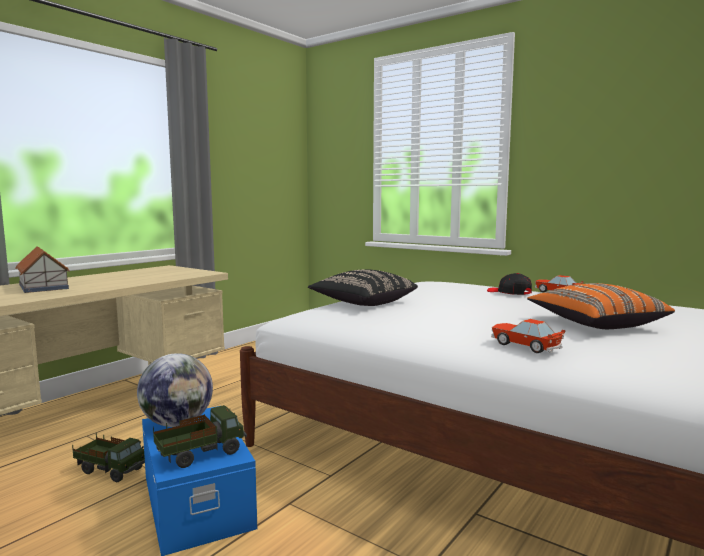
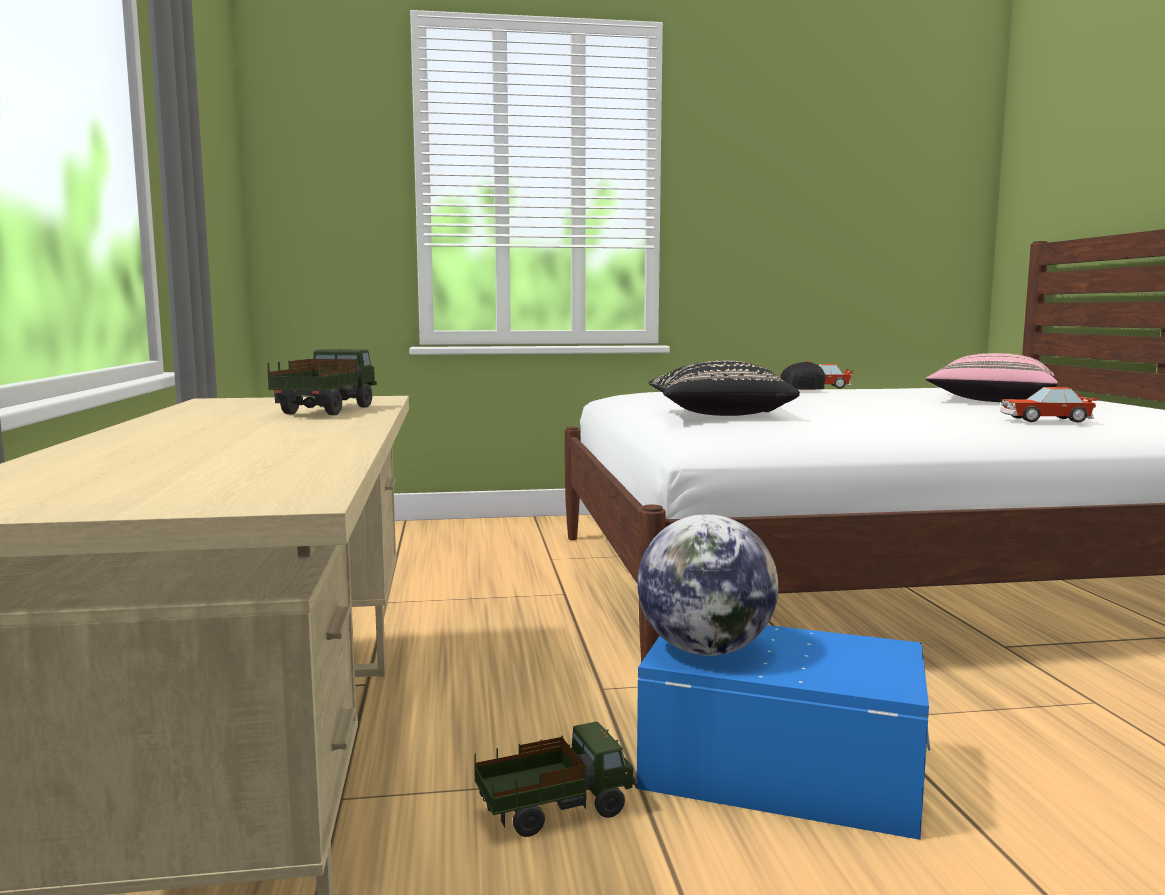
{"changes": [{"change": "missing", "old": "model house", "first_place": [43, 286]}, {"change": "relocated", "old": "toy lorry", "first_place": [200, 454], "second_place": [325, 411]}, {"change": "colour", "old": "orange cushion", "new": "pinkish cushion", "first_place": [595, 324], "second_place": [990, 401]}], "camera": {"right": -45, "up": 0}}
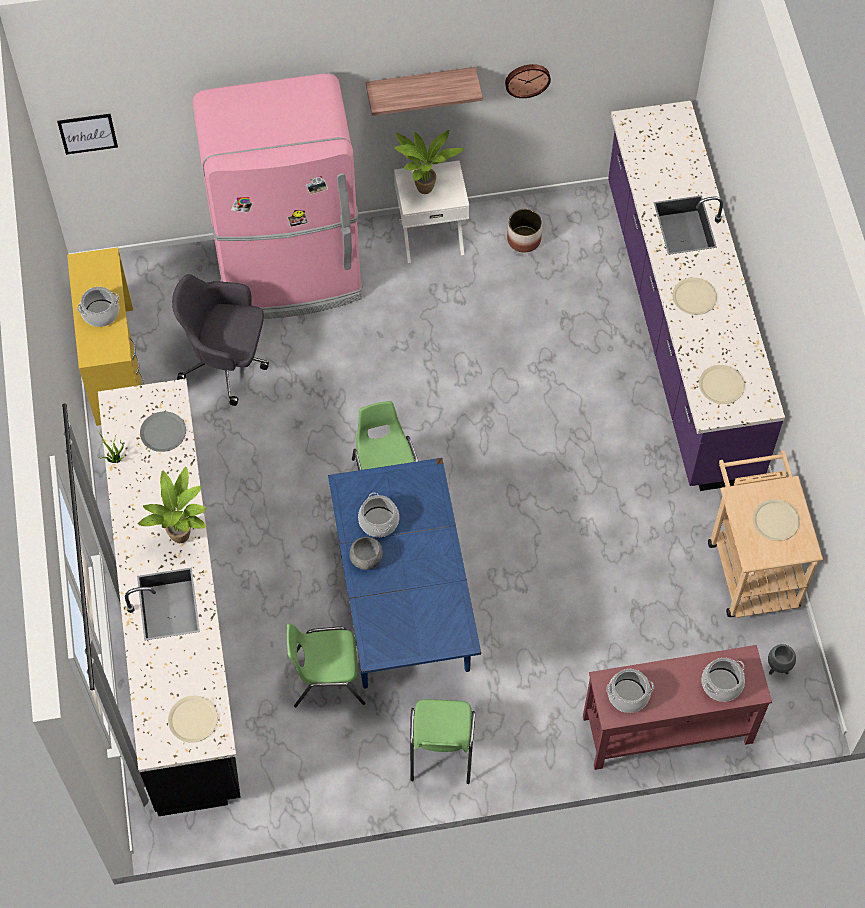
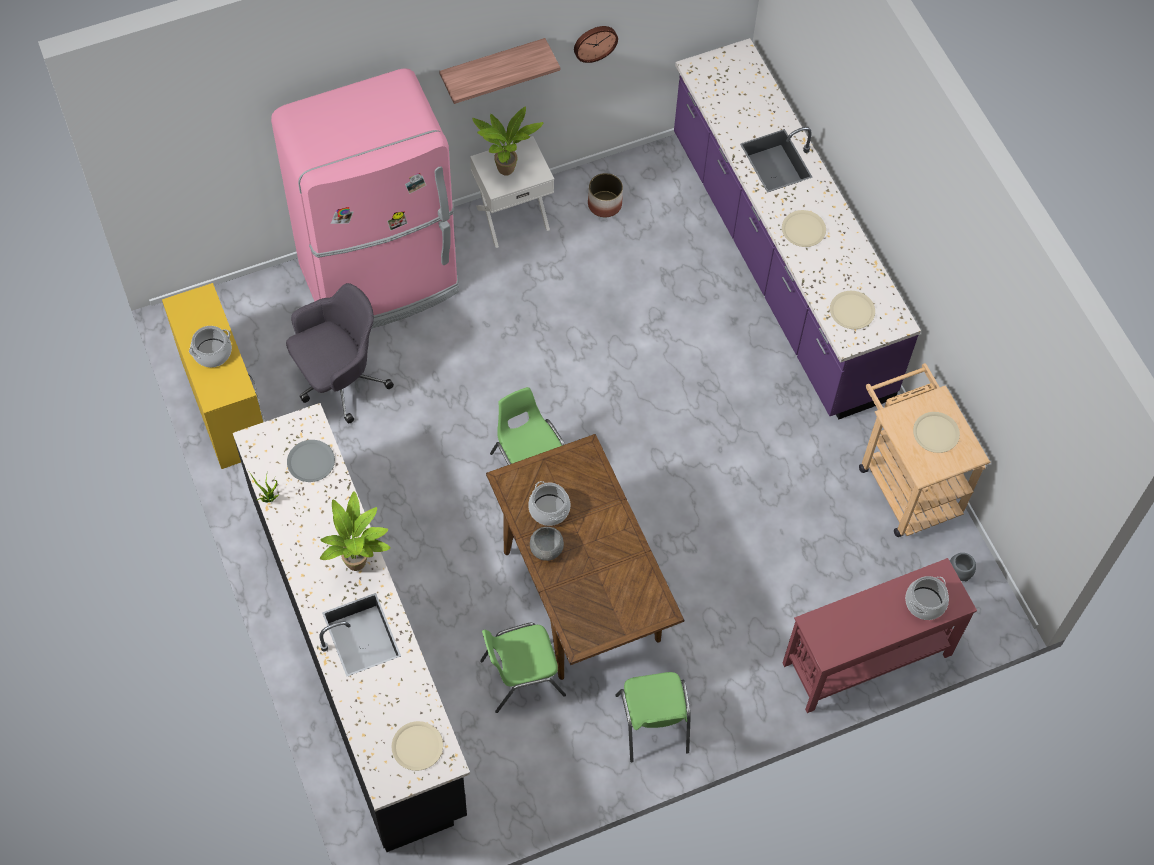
{"changes": [{"change": "missing", "old": "wall picture", "first_place": [87, 133]}, {"change": "spun", "old": "grey desk chair", "first_place": [227, 362], "second_place": [339, 380], "degrees": 150}, {"change": "colour", "old": "bluish dining table", "new": "brown dining table", "first_place": [404, 610], "second_place": [580, 593]}, {"change": "missing", "old": "cooking pot", "first_place": [628, 695]}], "camera": {"right": -15, "up": 0}}
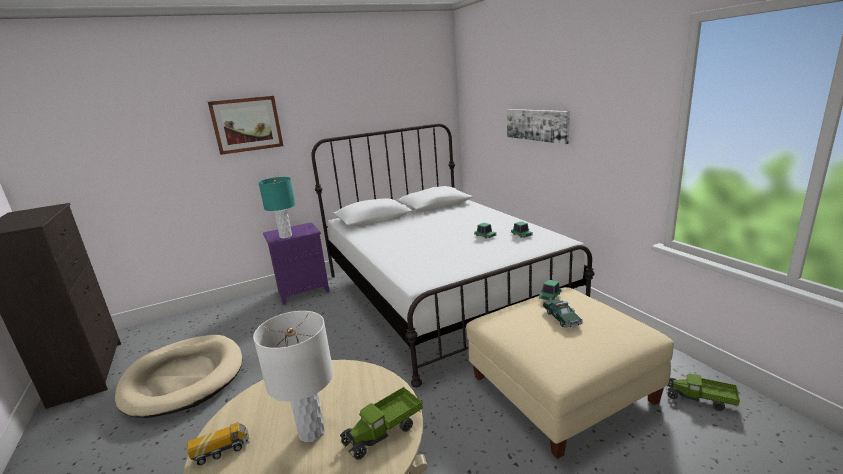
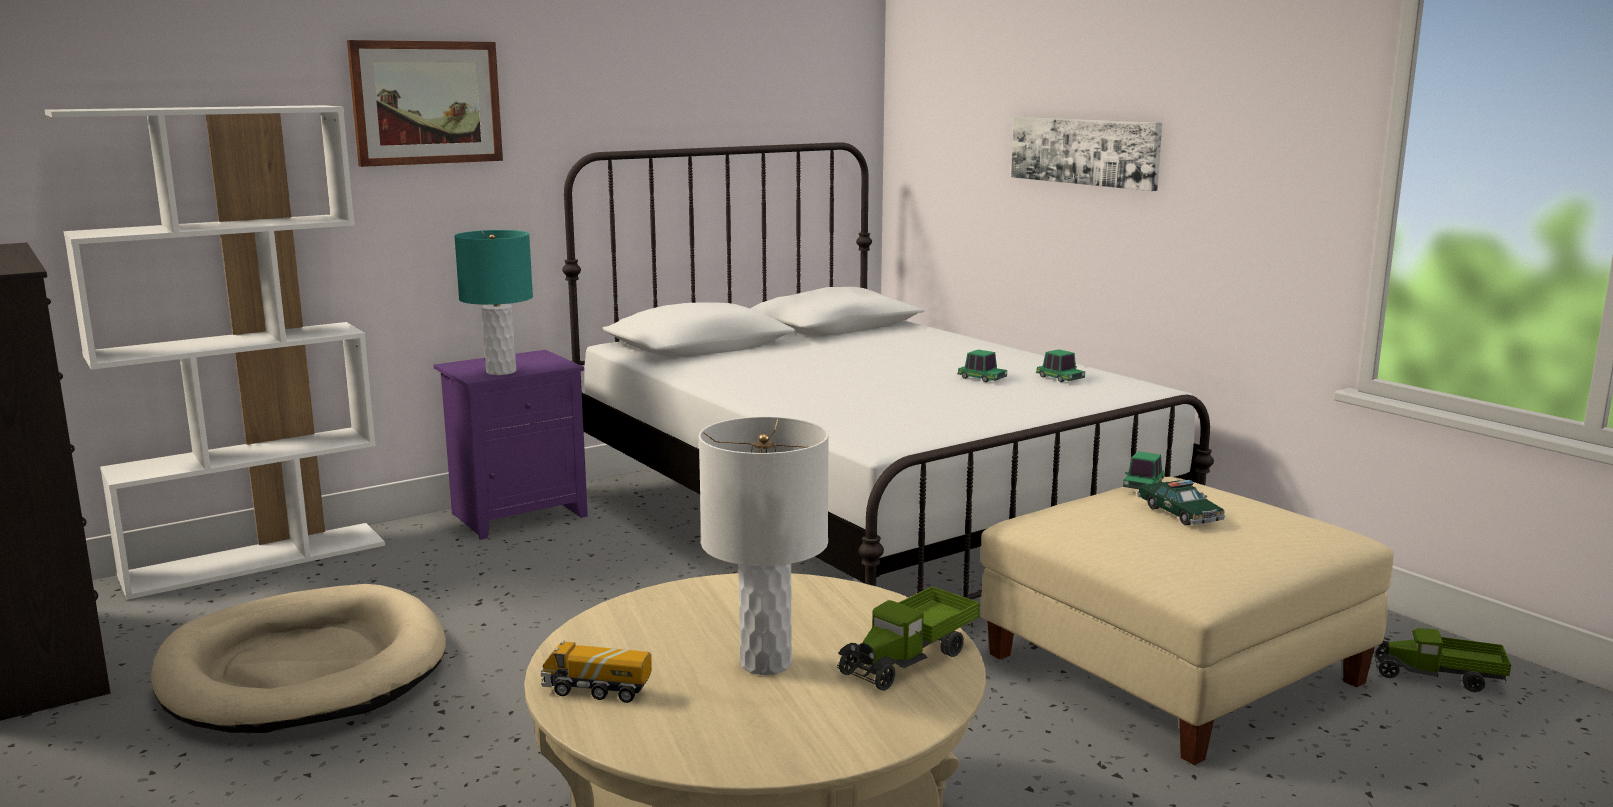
{"changes": [{"change": "spun", "old": "toy lorry", "first_place": [222, 451], "second_place": [597, 691], "degrees": -135}, {"change": "appeared", "new": "whitish bookcase", "second_place": [256, 559]}], "camera": {"right": -10, "up": -5}}
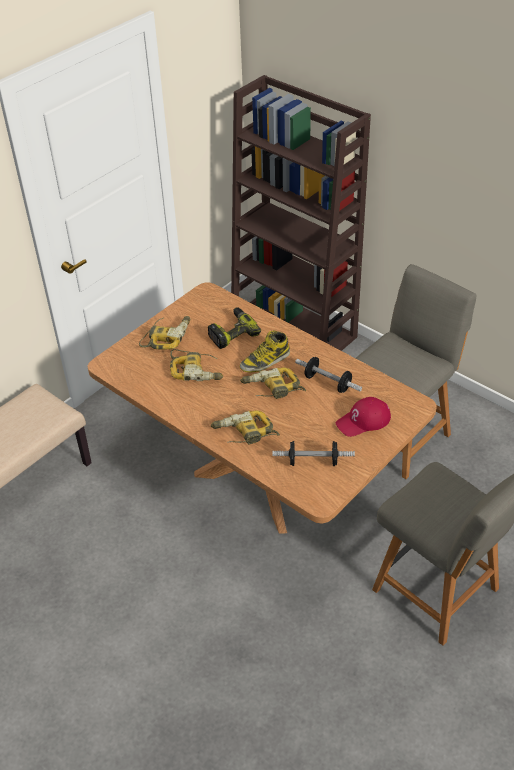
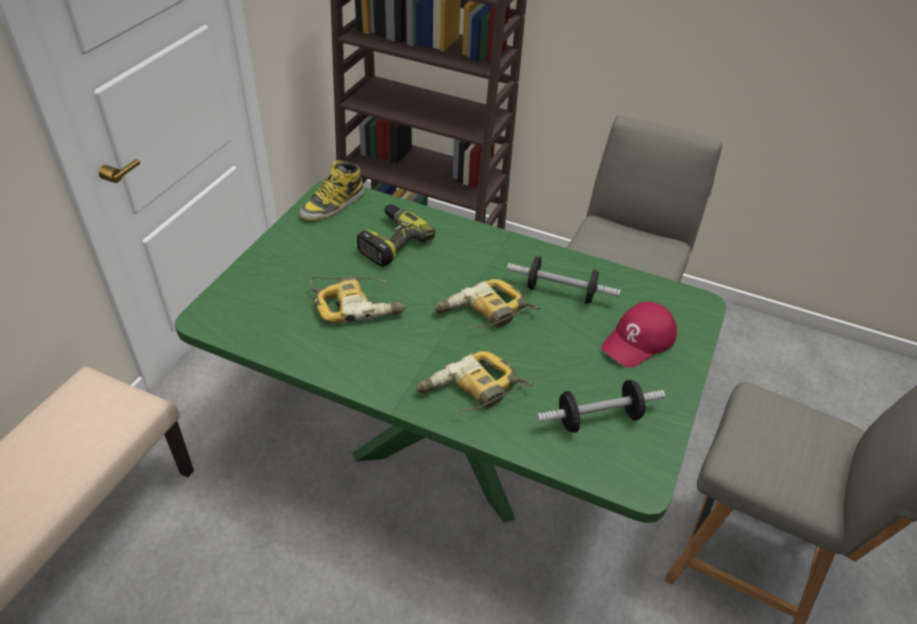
{"changes": [{"change": "colour", "old": "brown dining table", "new": "green-coloured dining table", "first_place": [261, 481], "second_place": [452, 449]}, {"change": "missing", "old": "power drill", "first_place": [167, 336]}, {"change": "relocated", "old": "tall boot", "first_place": [265, 361], "second_place": [333, 205]}], "camera": {"right": -20, "up": 0}}
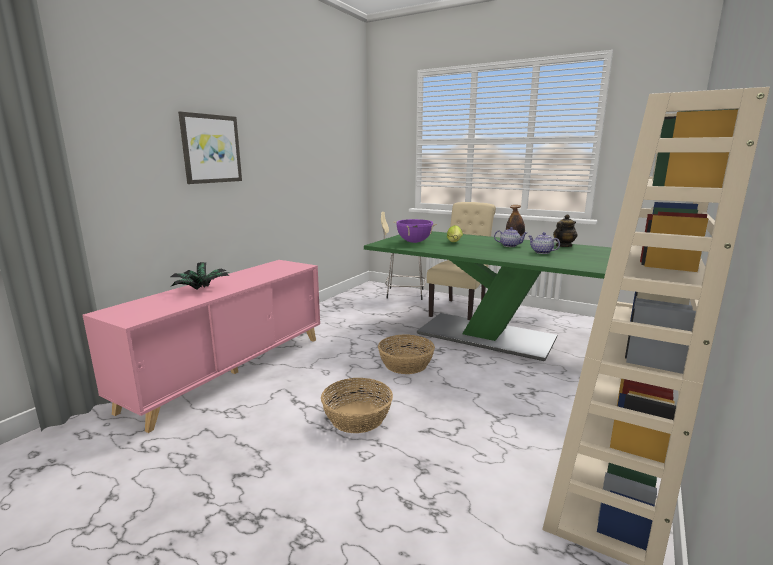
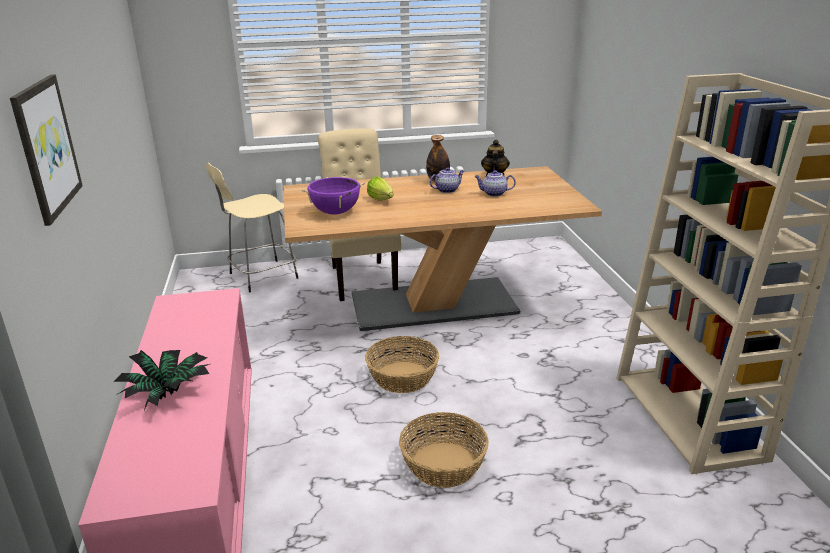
{"changes": [{"change": "colour", "old": "green-coloured dining table", "new": "sand-coloured dining table", "first_place": [486, 336], "second_place": [433, 304]}], "camera": {"right": -40, "up": 10}}
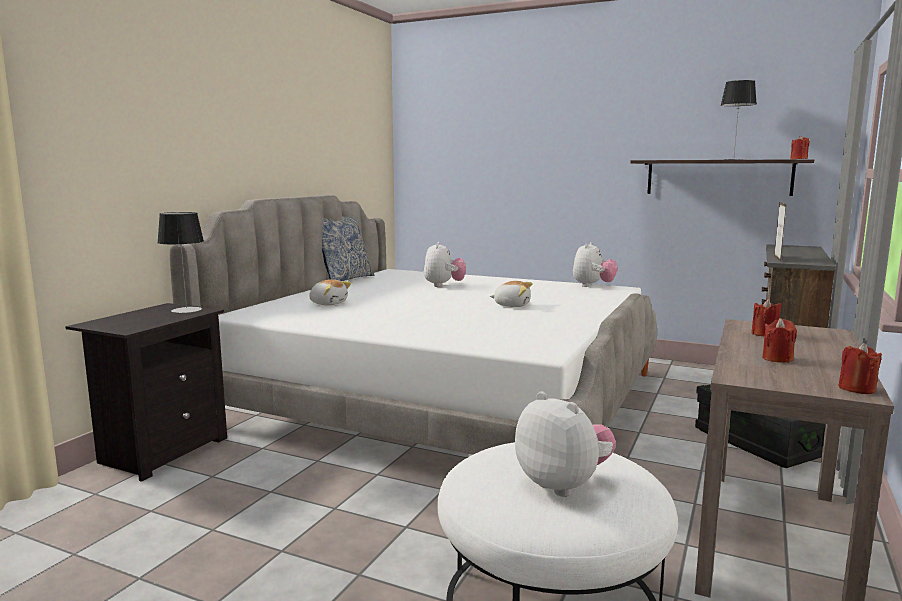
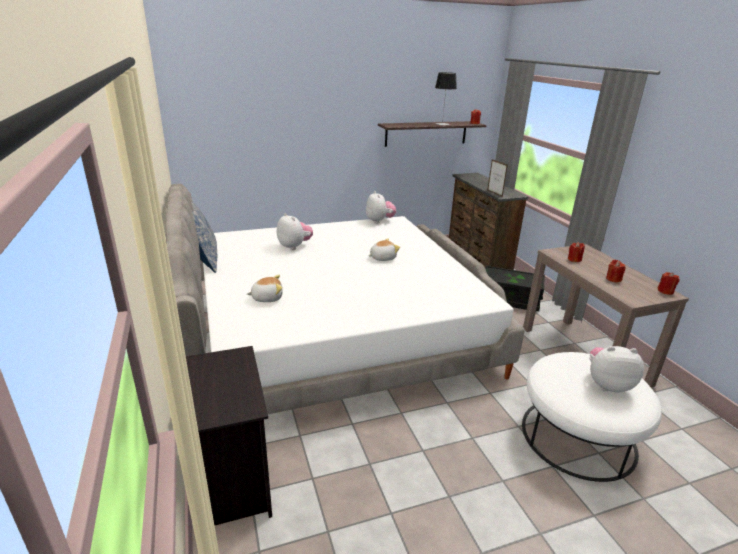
{"changes": [{"change": "missing", "old": "tabletop lamp", "first_place": [186, 310]}], "camera": {"right": -45, "up": 15}}
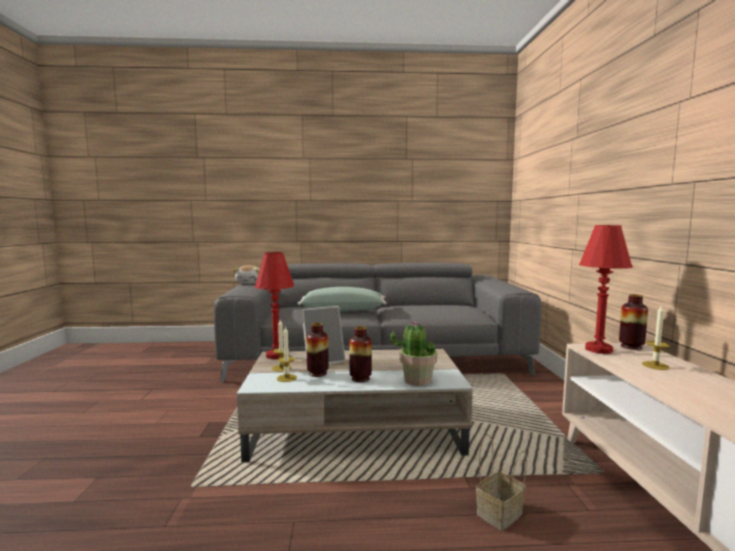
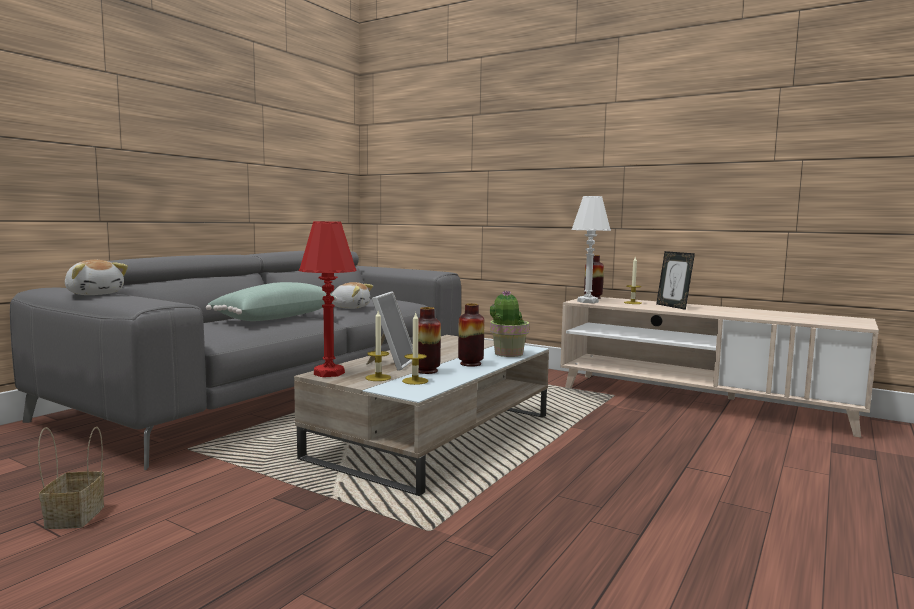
{"changes": [{"change": "relocated", "old": "storage basket", "first_place": [499, 515], "second_place": [75, 517]}, {"change": "colour", "old": "red-coloured tabletop lamp", "new": "whitish tabletop lamp", "first_place": [598, 350], "second_place": [587, 301]}, {"change": "appeared", "new": "soft toy", "second_place": [350, 307]}, {"change": "appeared", "new": "photo frame", "second_place": [673, 306]}], "camera": {"right": -55, "up": 0}}
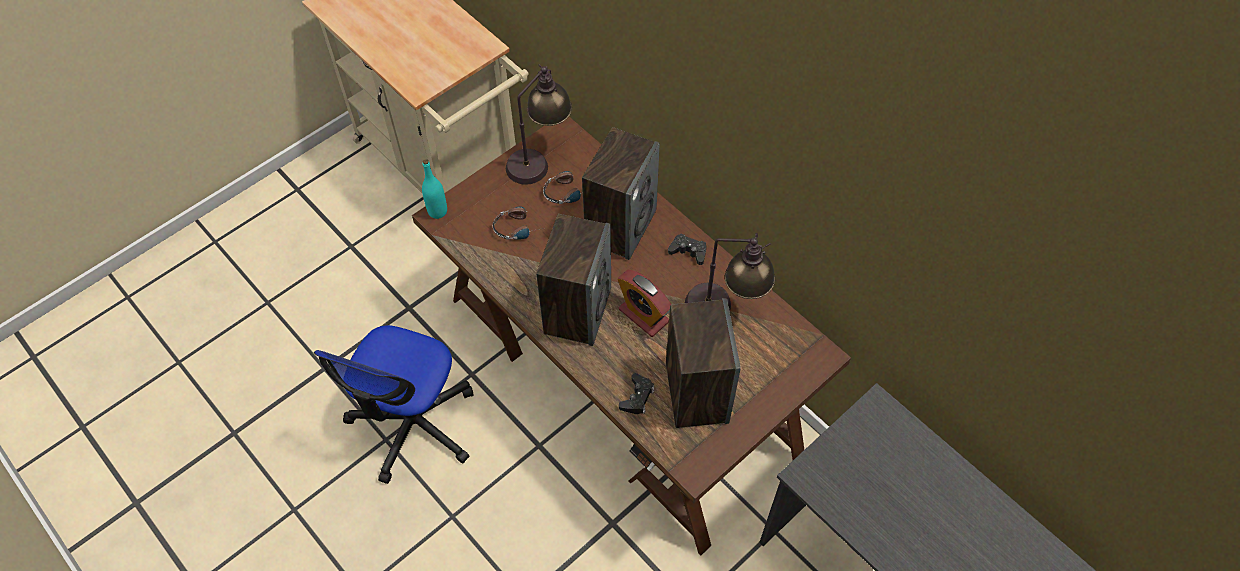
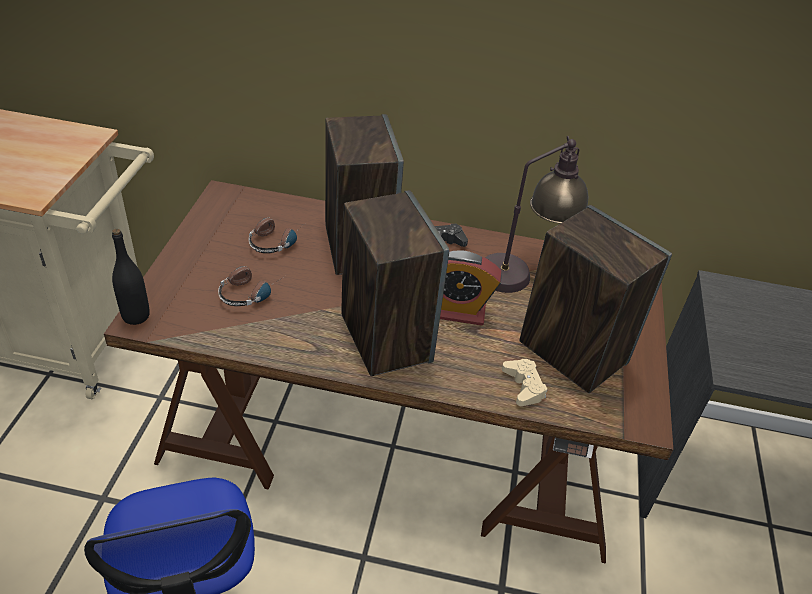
{"changes": [{"change": "colour", "old": "blue-green beverage bottle", "new": "blackish beverage bottle", "first_place": [437, 211], "second_place": [136, 316]}, {"change": "missing", "old": "tabletop lamp", "first_place": [540, 159]}, {"change": "colour", "old": "blackish joypad", "new": "sand-coloured joypad", "first_place": [637, 397], "second_place": [523, 386]}], "camera": {"right": -40, "up": -15}}
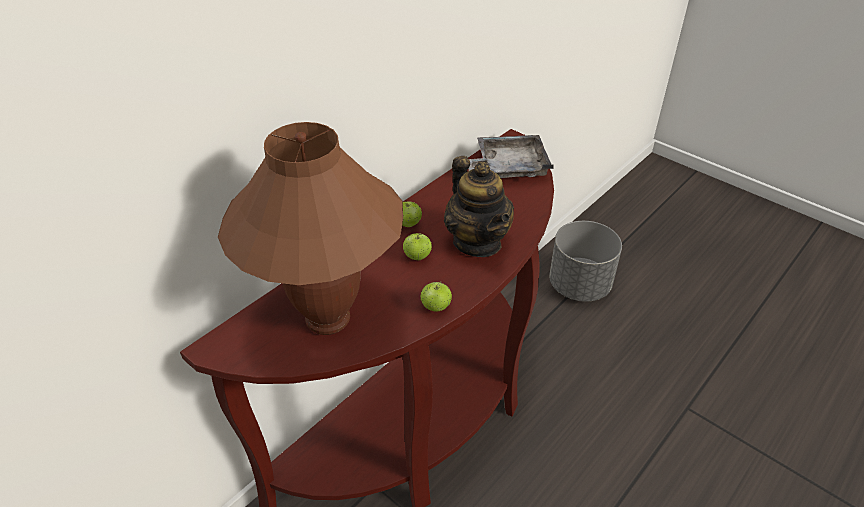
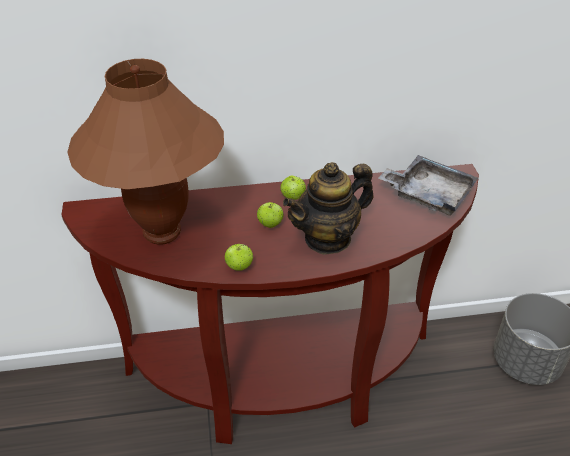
{"changes": [{"change": "spun", "old": "pot for tea", "first_place": [477, 242], "second_place": [328, 238], "degrees": 45}], "camera": {"right": 40, "up": 0}}
